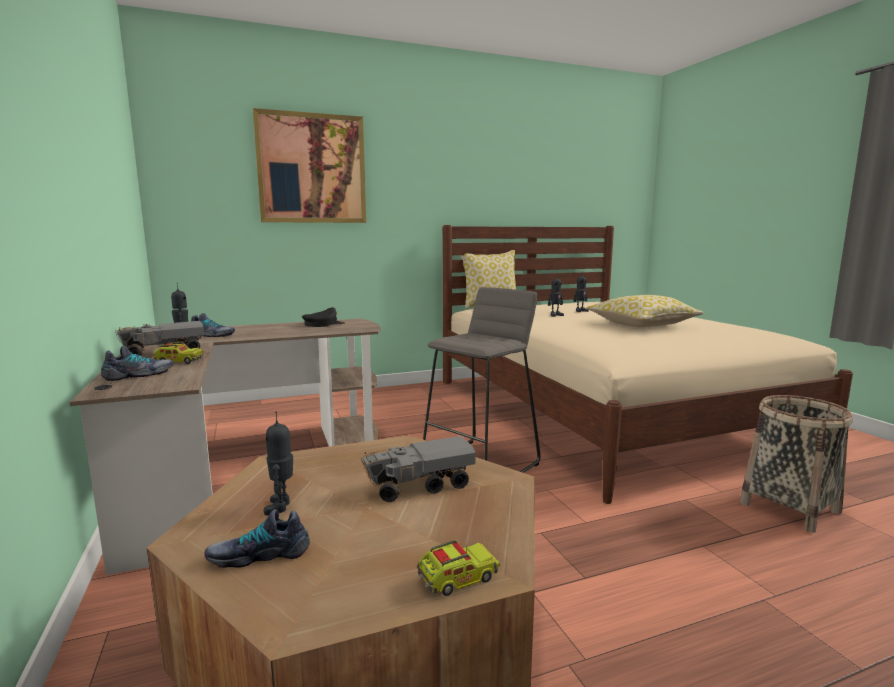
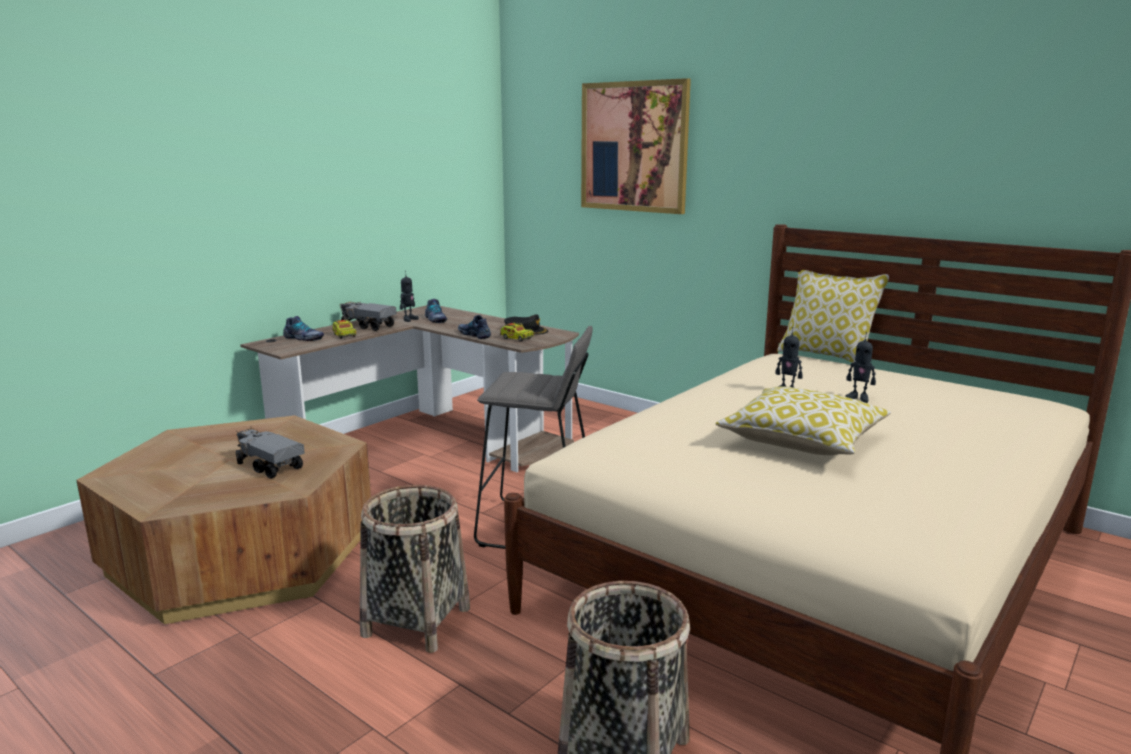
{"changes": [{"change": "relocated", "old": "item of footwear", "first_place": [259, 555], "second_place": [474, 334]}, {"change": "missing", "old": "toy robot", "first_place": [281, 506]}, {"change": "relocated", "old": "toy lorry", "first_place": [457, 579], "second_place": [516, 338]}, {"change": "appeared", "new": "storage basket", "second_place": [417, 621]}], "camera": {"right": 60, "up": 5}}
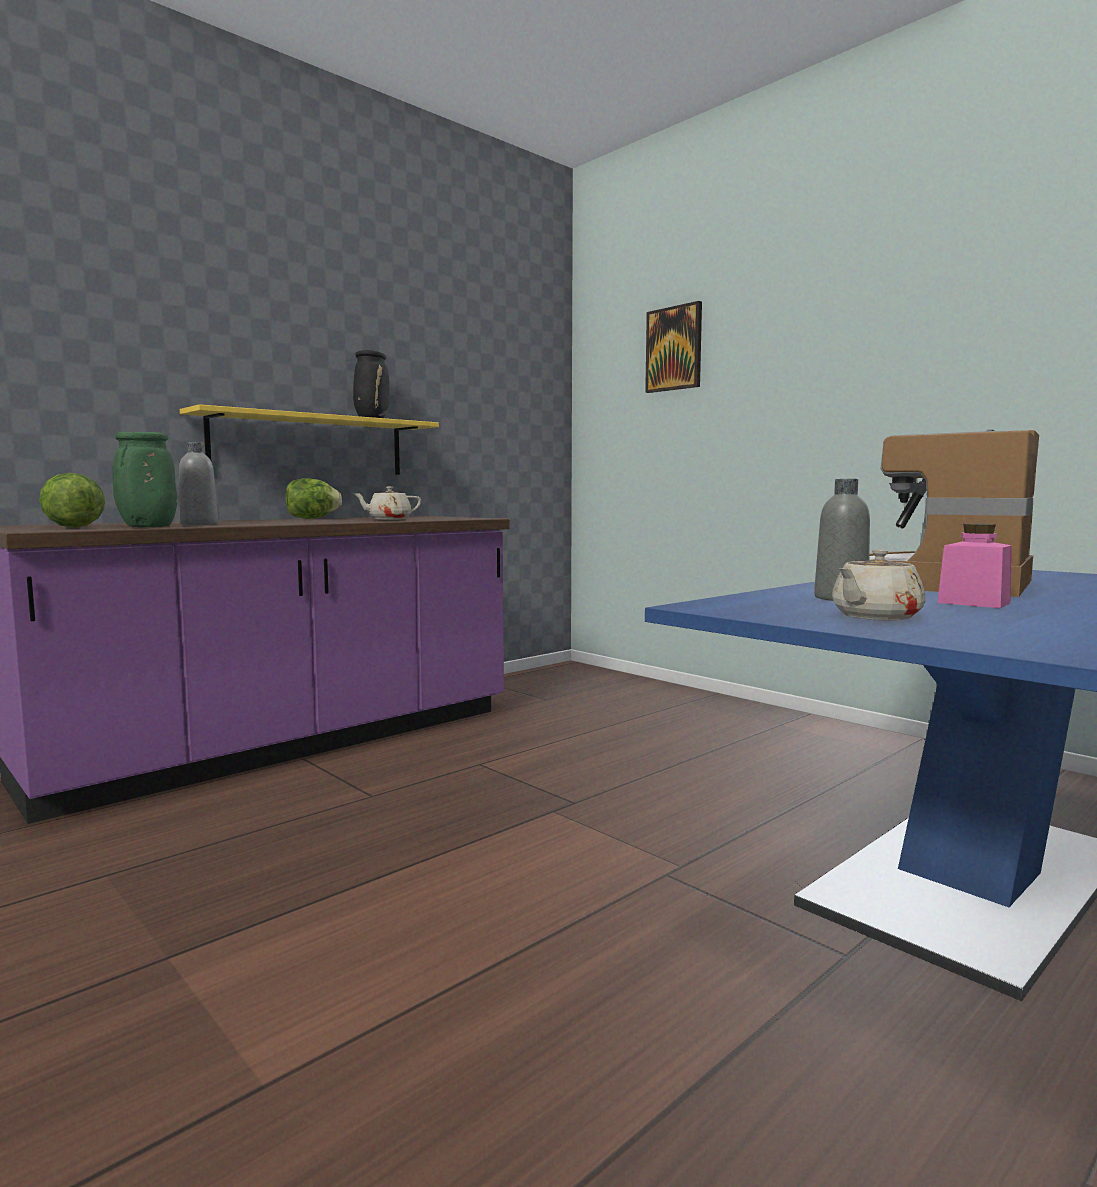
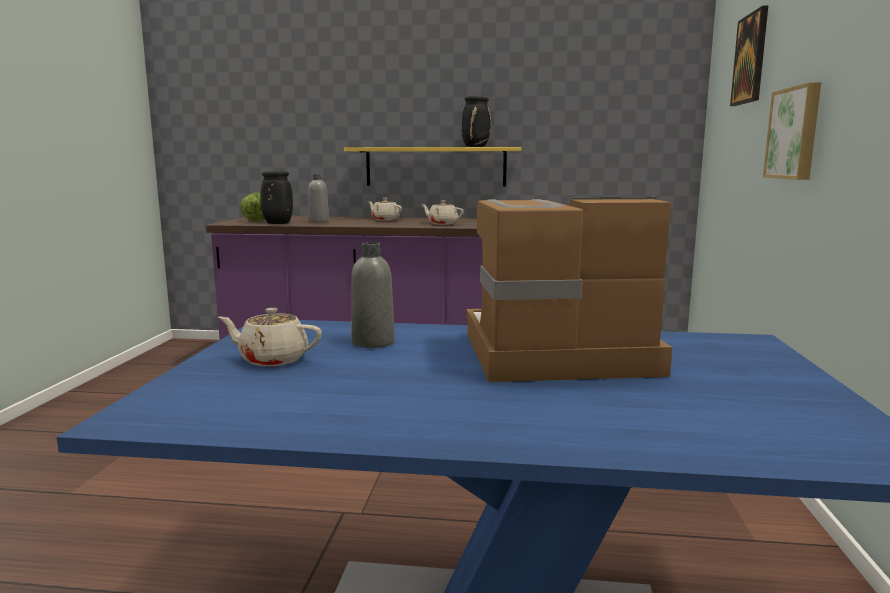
{"changes": [{"change": "colour", "old": "green-coloured vase", "new": "blackish vase", "first_place": [147, 527], "second_place": [277, 223]}, {"change": "missing", "old": "lettuce", "first_place": [312, 518]}, {"change": "missing", "old": "pinkish jar", "first_place": [973, 603]}, {"change": "appeared", "new": "sand-coloured pot for tea", "second_place": [385, 220]}, {"change": "appeared", "new": "wall picture", "second_place": [795, 133]}], "camera": {"right": 50, "up": 5}}
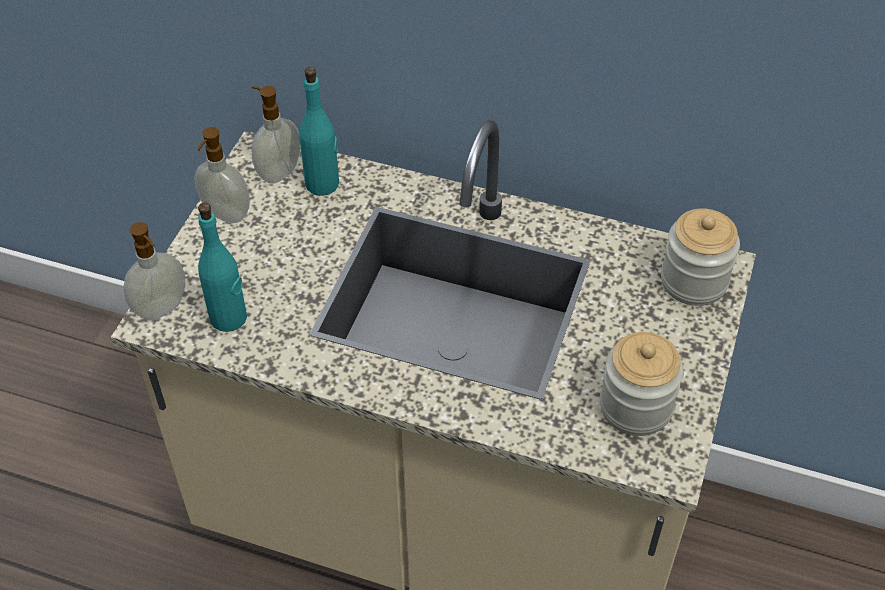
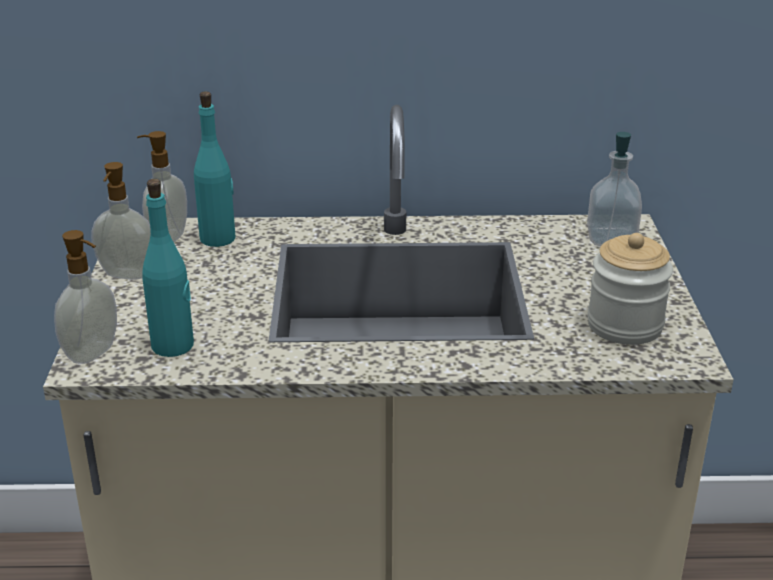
{"changes": [{"change": "exchanged", "old": "jar", "new": "soap dispenser", "first_place": [693, 281], "second_place": [611, 238]}], "camera": {"right": -20, "up": -20}}
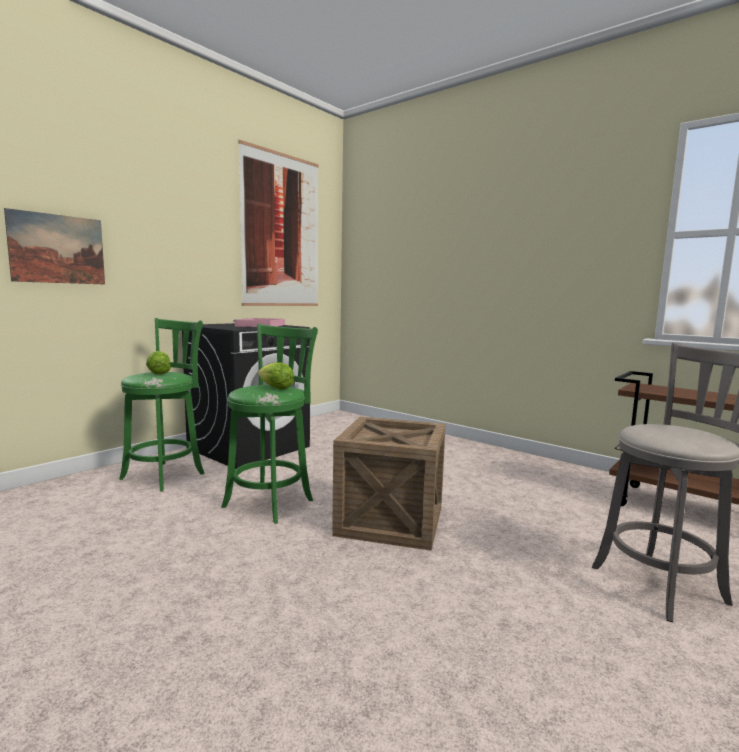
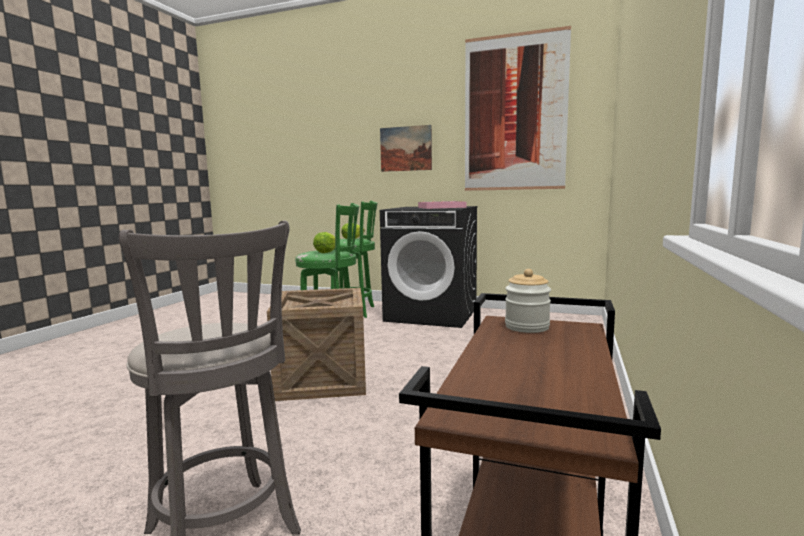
{"changes": [{"change": "relocated", "old": "wall picture", "first_place": [58, 249], "second_place": [405, 148]}, {"change": "appeared", "new": "jar", "second_place": [527, 327]}], "camera": {"right": 70, "up": 0}}
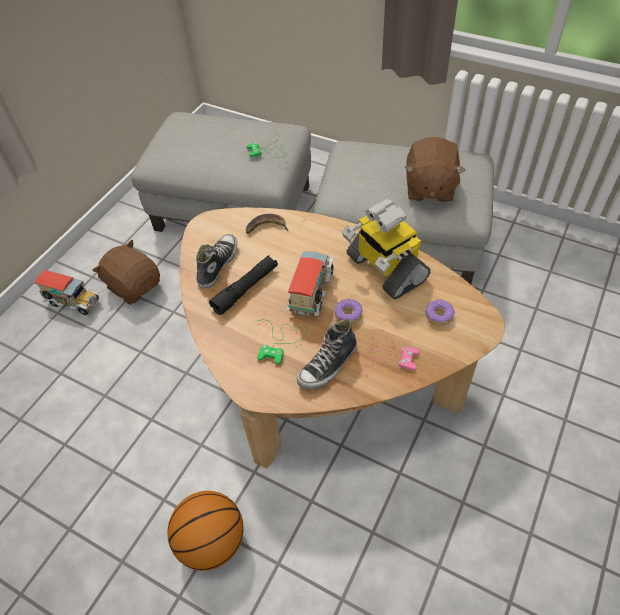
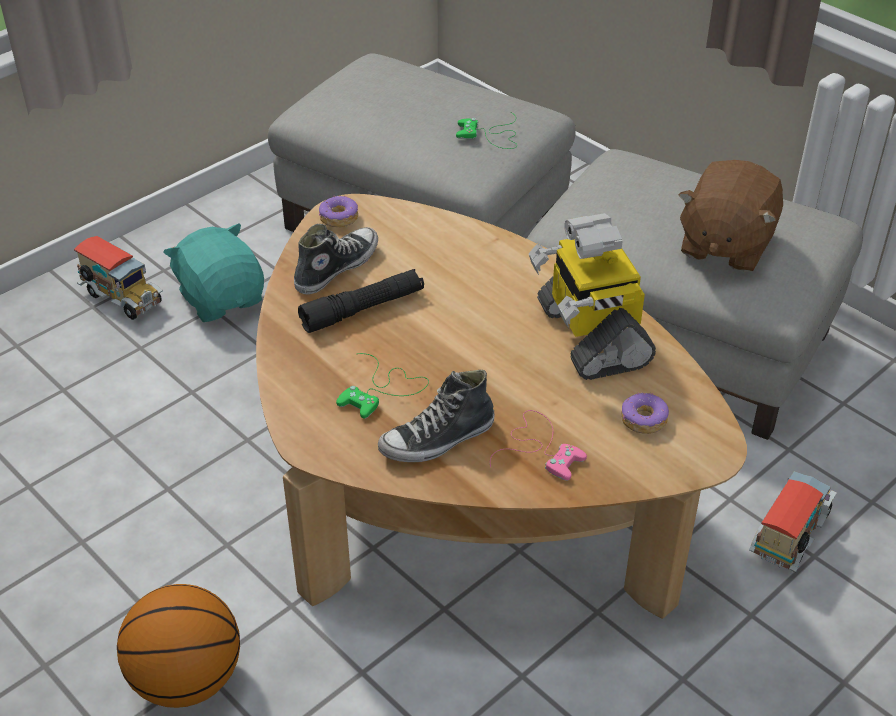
{"changes": [{"change": "colour", "old": "brown soft toy", "new": "blue-green soft toy", "first_place": [135, 286], "second_place": [222, 298]}, {"change": "missing", "old": "banana", "first_place": [266, 227]}, {"change": "relocated", "old": "toy lorry", "first_place": [312, 293], "second_place": [791, 536]}, {"change": "relocated", "old": "ring doughnut", "first_place": [348, 315], "second_place": [338, 218]}], "camera": {"right": 15, "up": -10}}
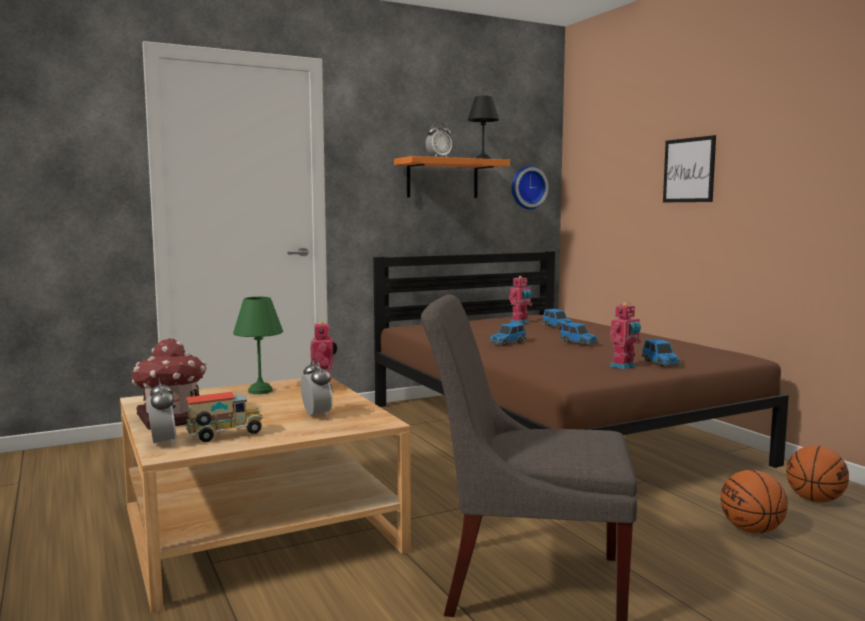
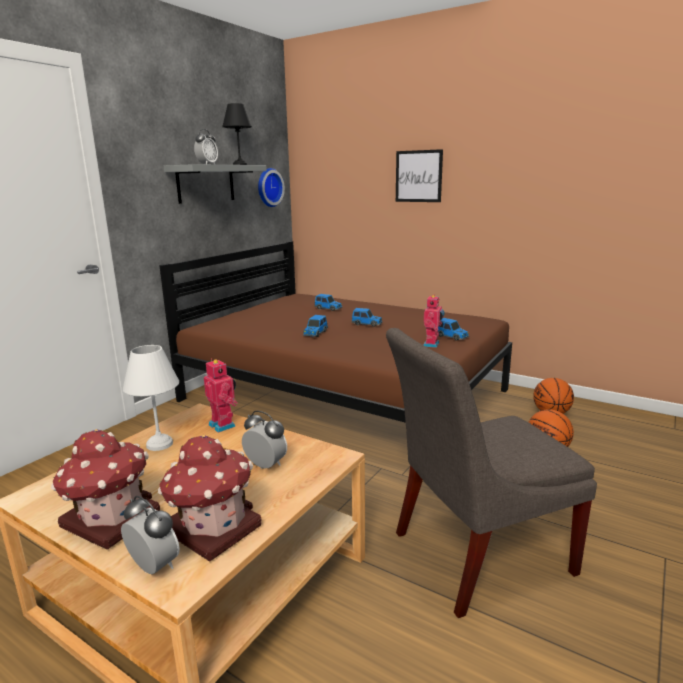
{"changes": [{"change": "exchanged", "old": "toy lorry", "new": "model house", "first_place": [225, 436], "second_place": [212, 528]}, {"change": "colour", "old": "green-coloured tabletop lamp", "new": "whitish tabletop lamp", "first_place": [261, 391], "second_place": [160, 443]}, {"change": "colour", "old": "orange wall shelf", "new": "grey wall shelf", "first_place": [442, 179], "second_place": [205, 183]}, {"change": "missing", "old": "toy robot", "first_place": [520, 322]}], "camera": {"right": -30, "up": 10}}
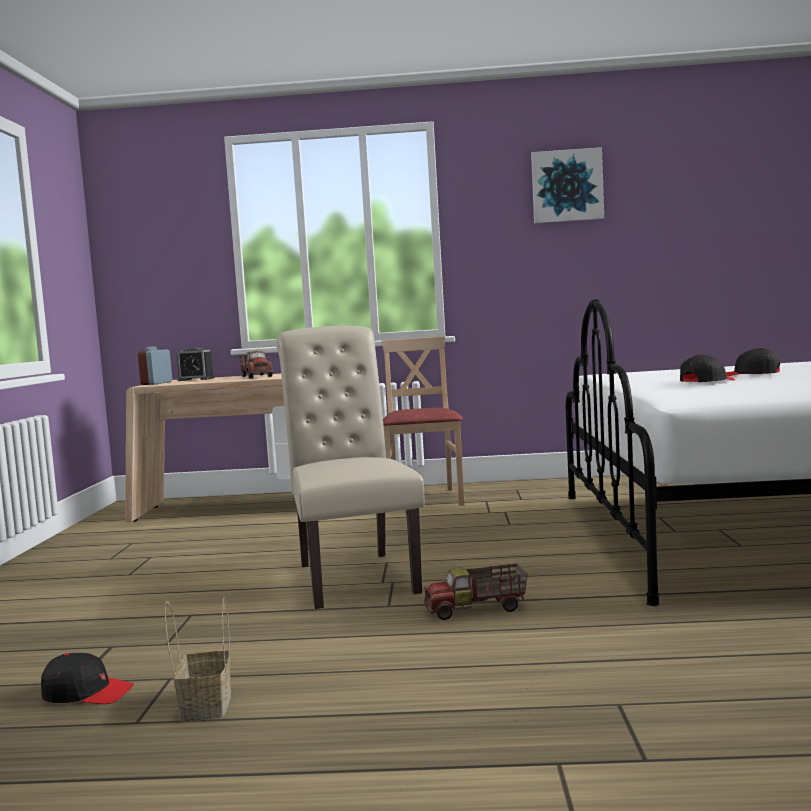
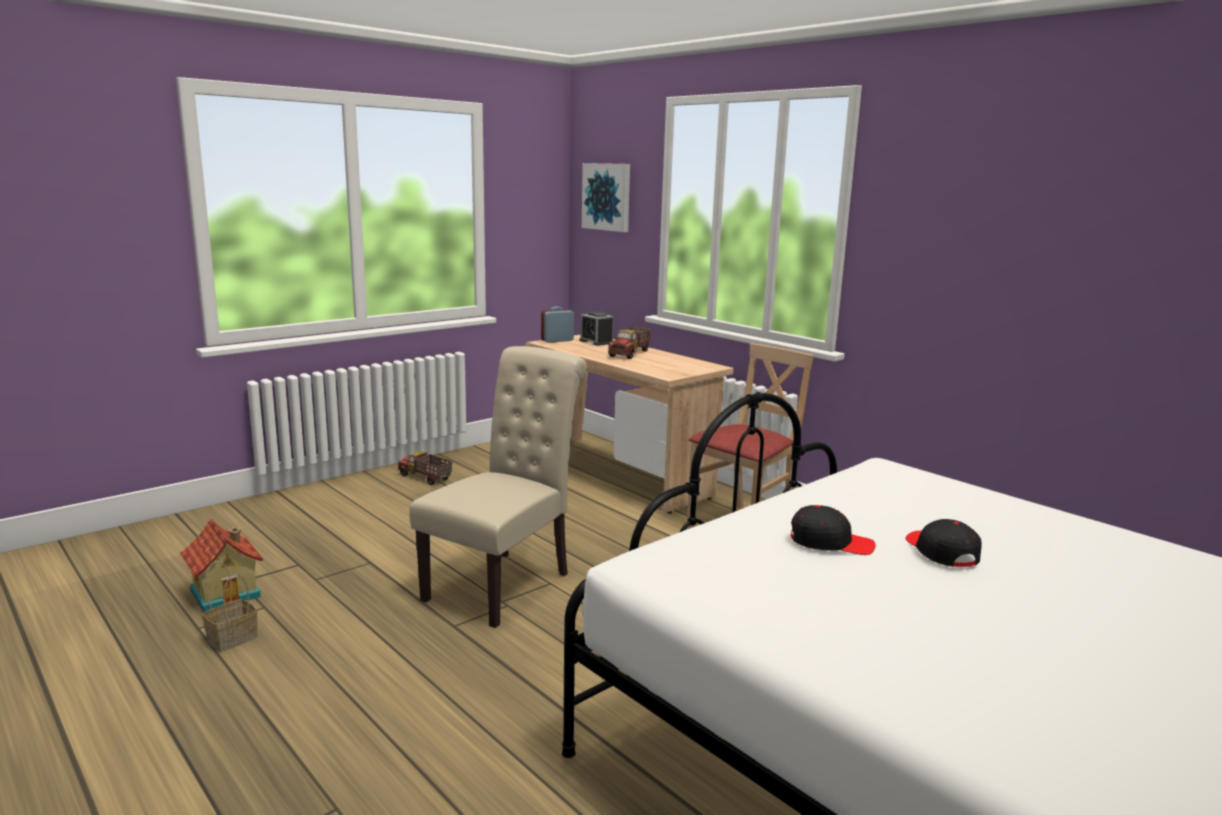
{"changes": [{"change": "exchanged", "old": "blackish baseball cap", "new": "model house", "first_place": [87, 693], "second_place": [227, 593]}, {"change": "relocated", "old": "toy lorry", "first_place": [476, 609], "second_place": [425, 478]}, {"change": "relocated", "old": "wall picture", "first_place": [567, 186], "second_place": [607, 197]}], "camera": {"right": 45, "up": 10}}
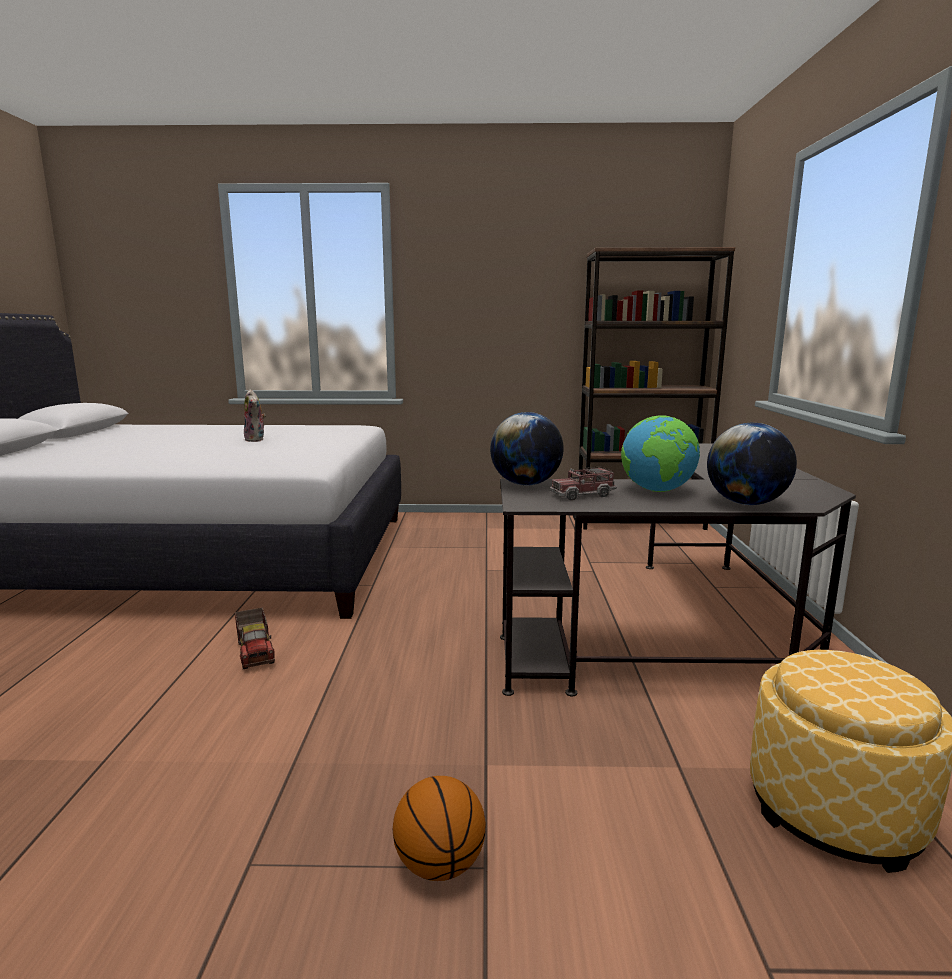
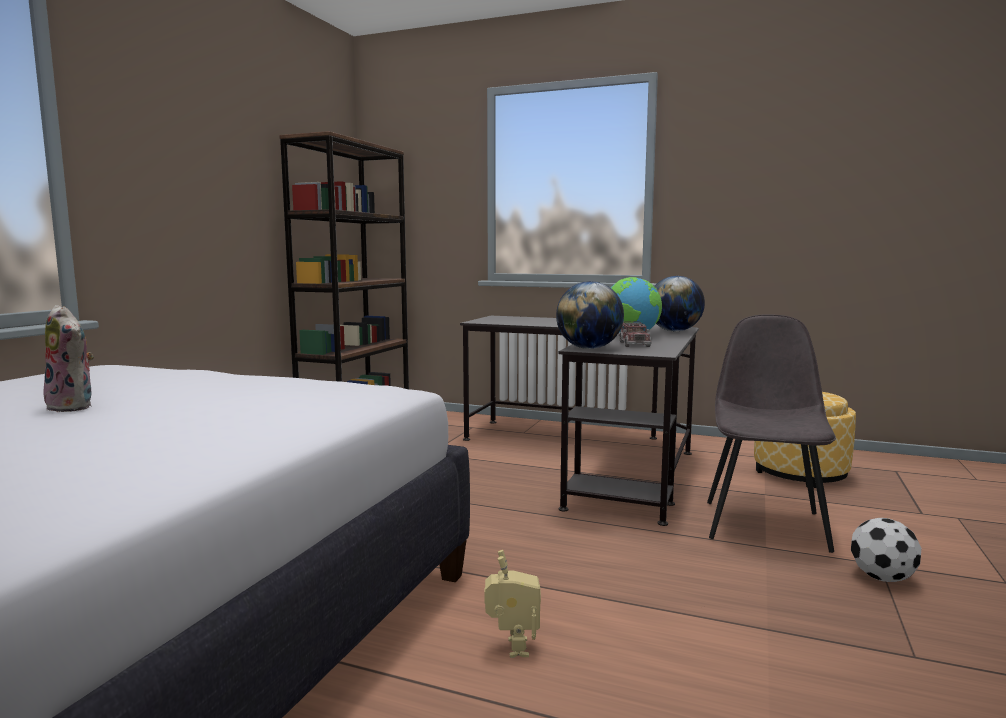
{"changes": [{"change": "exchanged", "old": "toy lorry", "new": "toy robot", "first_place": [256, 651], "second_place": [512, 647]}, {"change": "spun", "old": "soft toy", "first_place": [256, 440], "second_place": [74, 406], "degrees": 45}, {"change": "exchanged", "old": "basketball", "new": "ball for football", "first_place": [439, 865], "second_place": [883, 578]}, {"change": "appeared", "new": "grey upright chair", "second_place": [764, 524]}], "camera": {"right": -70, "up": -5}}
